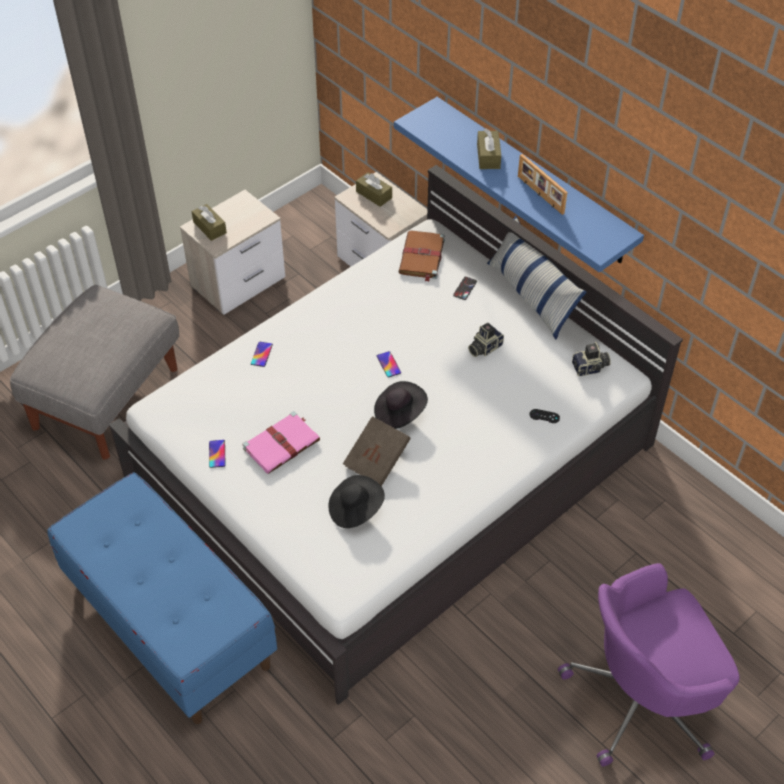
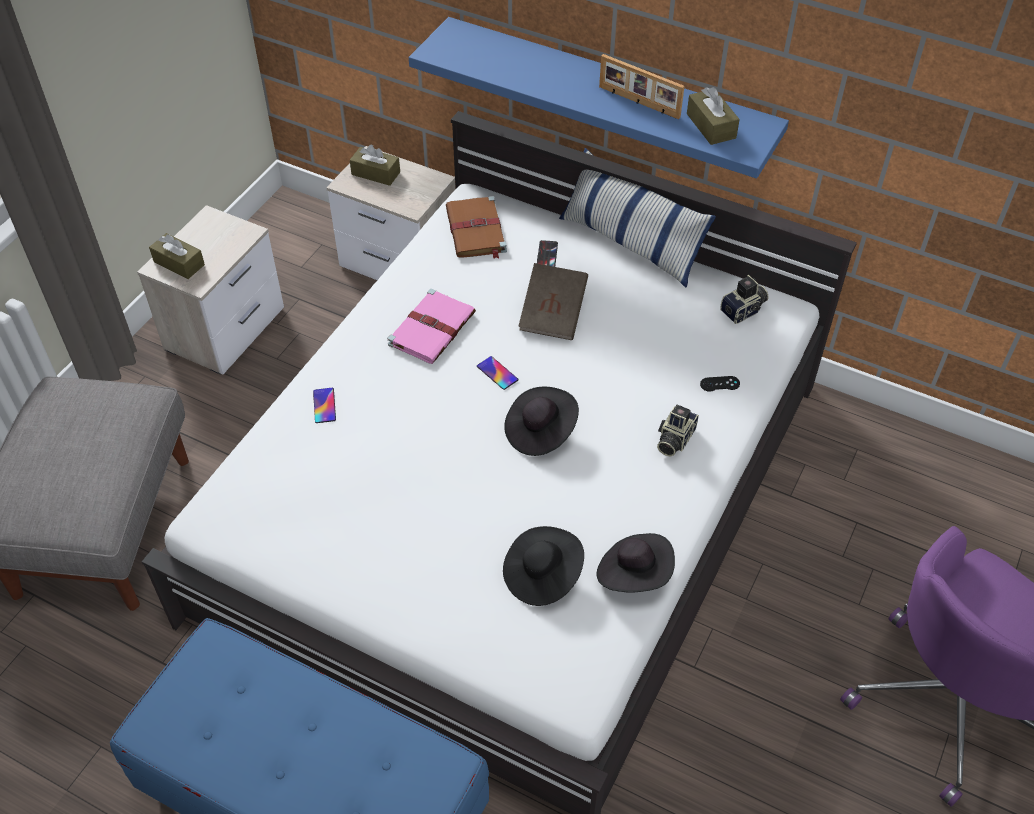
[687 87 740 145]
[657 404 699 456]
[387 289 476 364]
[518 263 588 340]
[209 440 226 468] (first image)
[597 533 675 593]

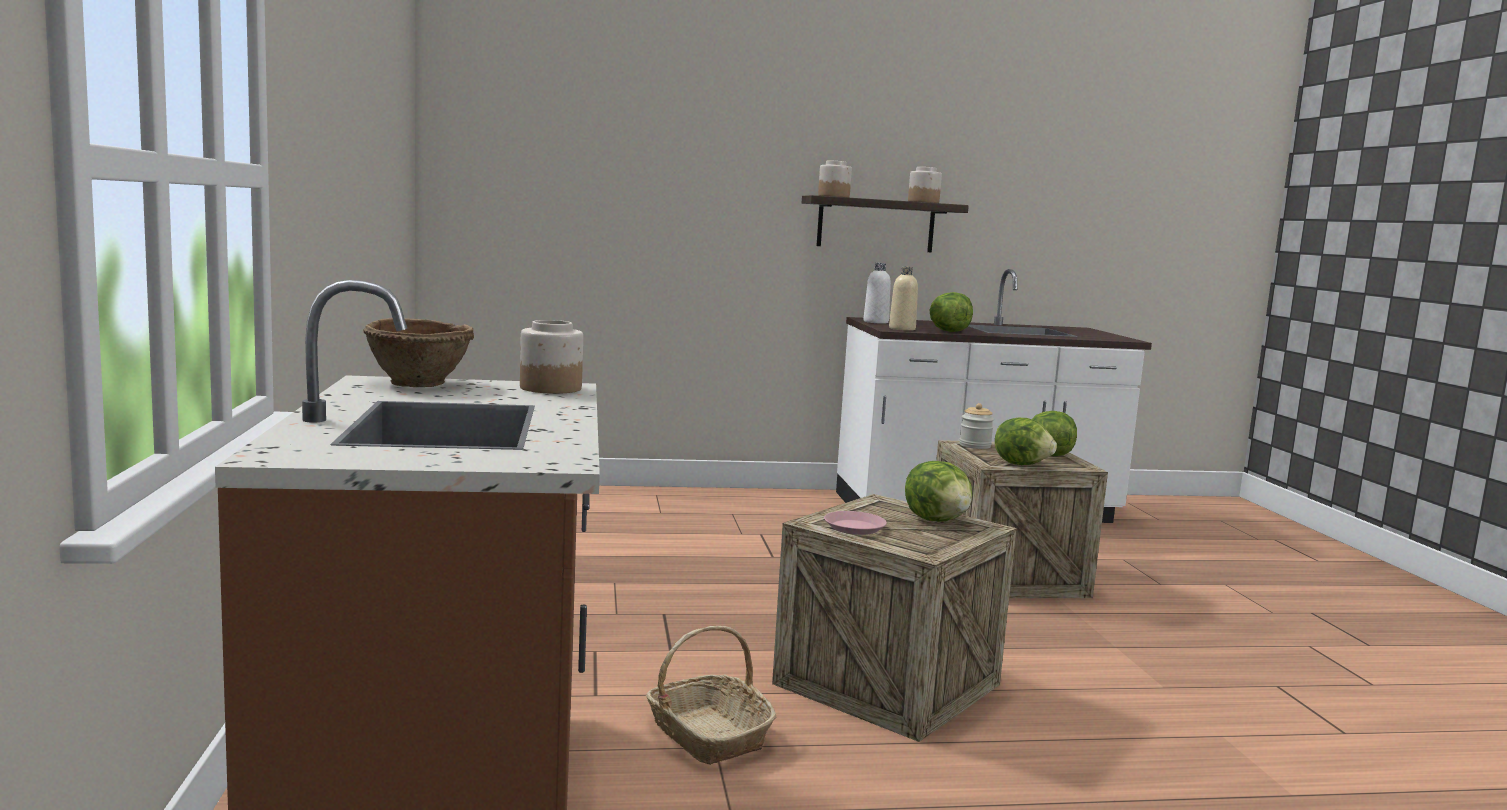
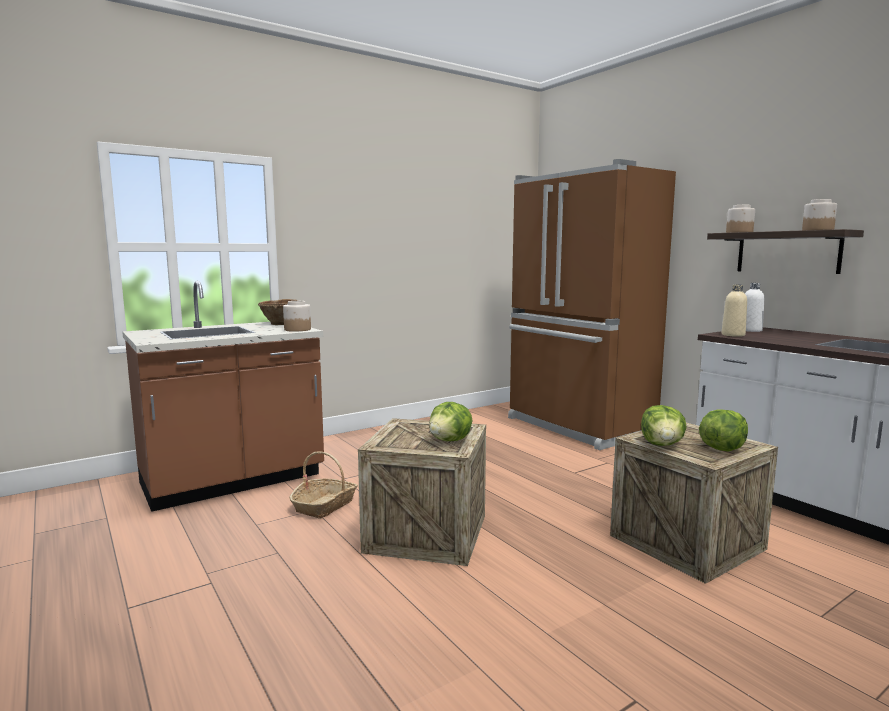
[929 292 973 332] (first image)
[959 403 994 449] (first image)
[824 511 887 535] (first image)
[508 159 676 450]

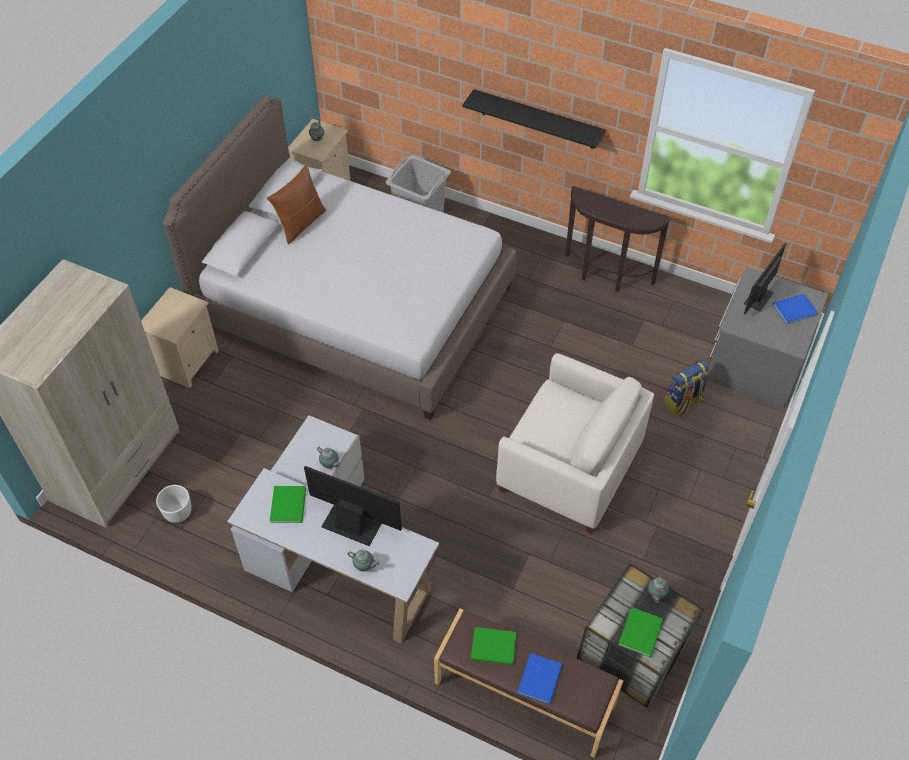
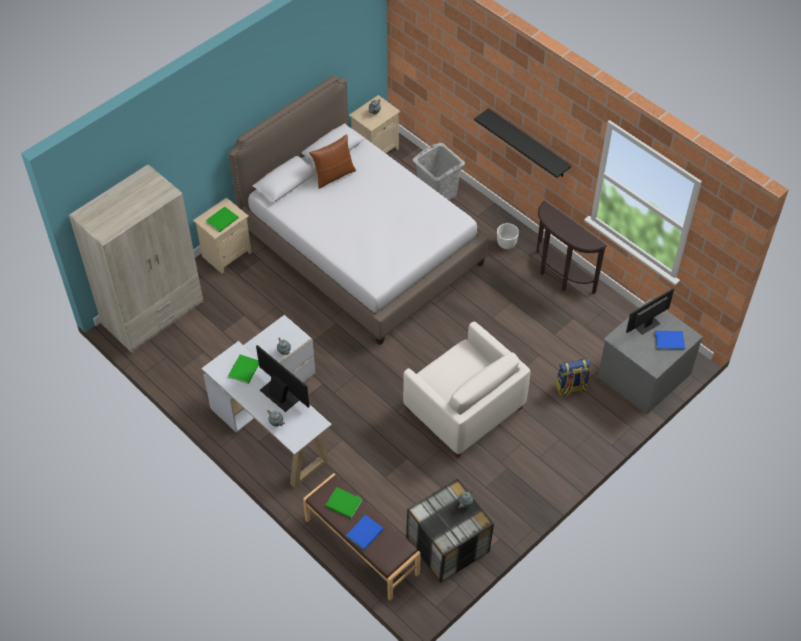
[497 223 519 249]
[206 206 239 232]

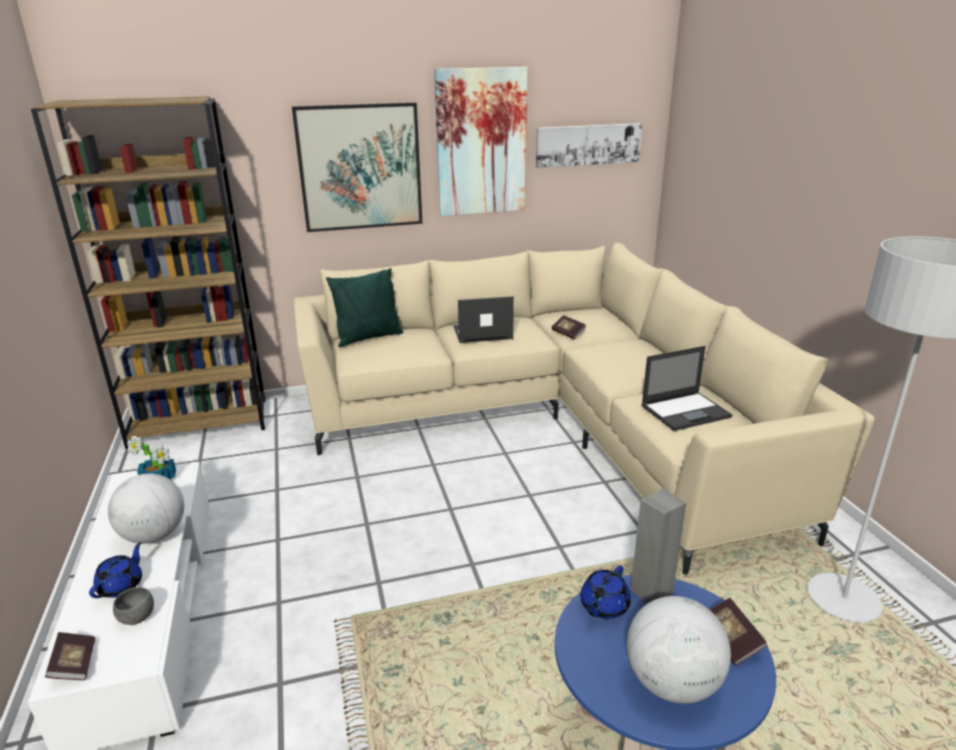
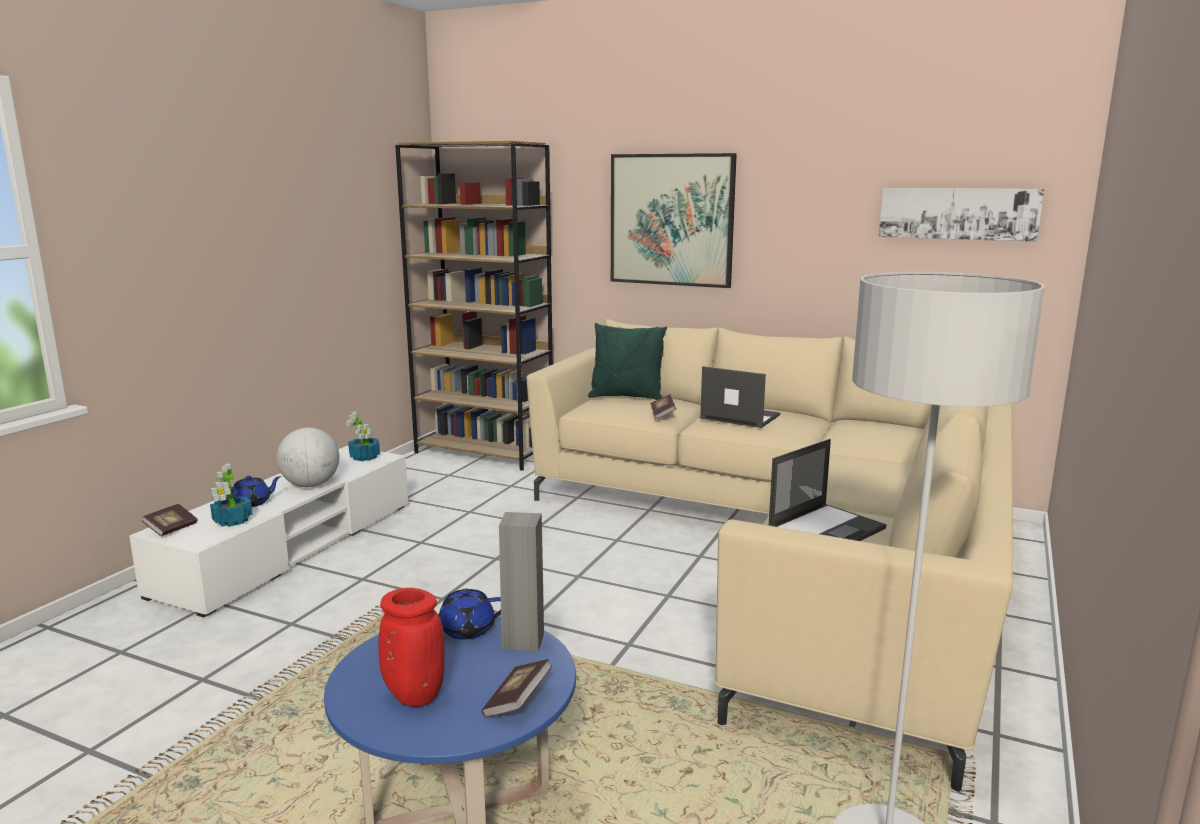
[434 67 528 216] (first image)
[651 394 676 419]
[769 439 887 541]
[210 463 253 527]
[379 588 445 707]

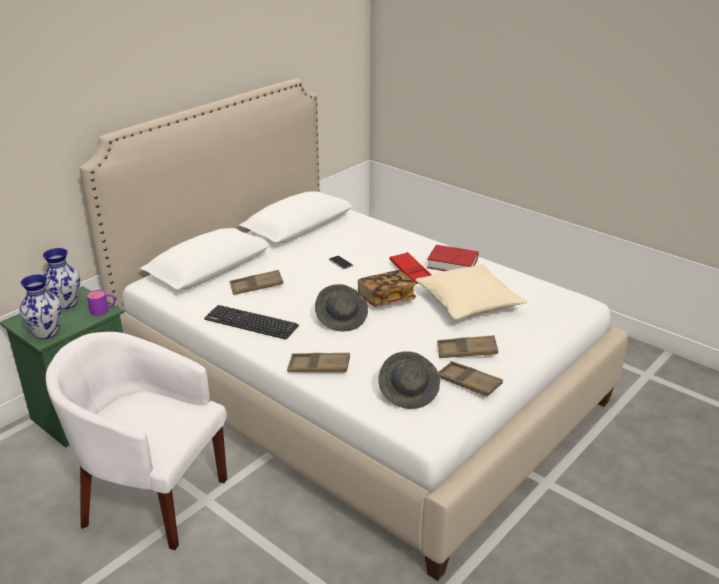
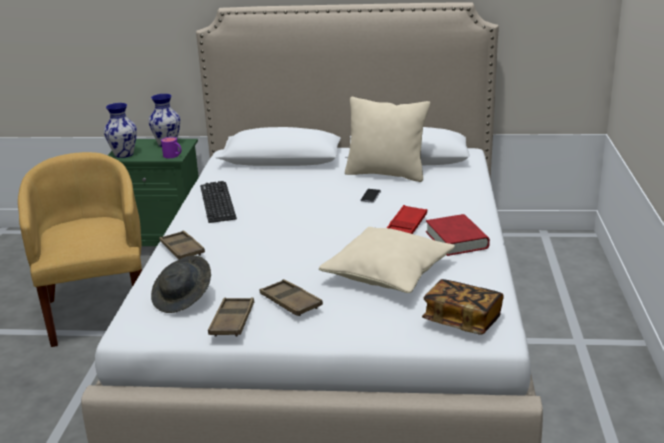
[230 270 283 295] (first image)
[422 279 504 335]
[315 284 368 332] (first image)
[18 152 142 347]
[345 97 430 182]

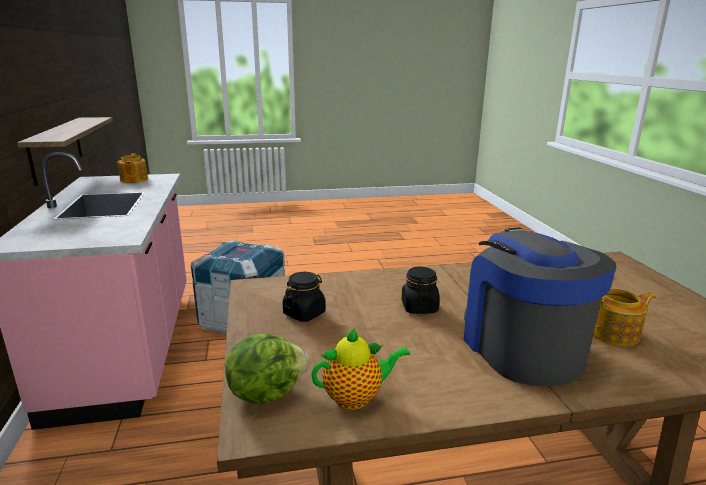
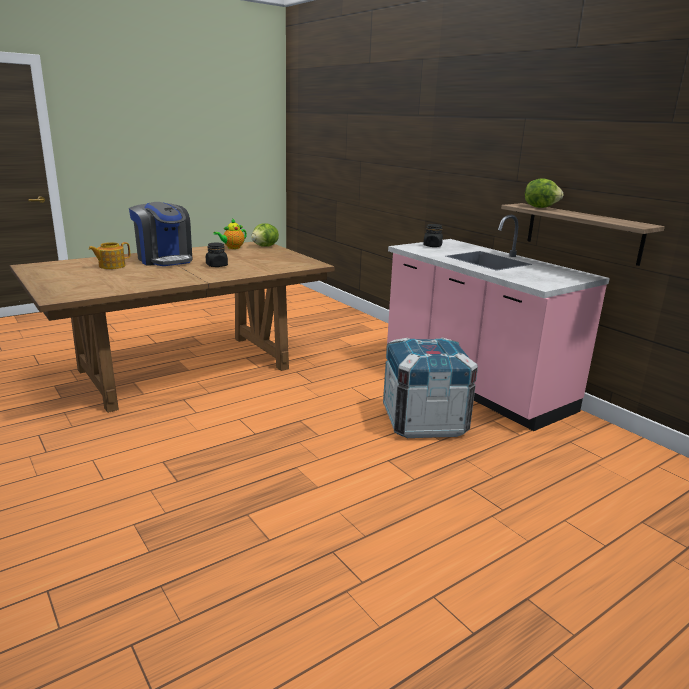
[117 153 148 183] (first image)
[423 224 443 247]
[525 178 563 208]

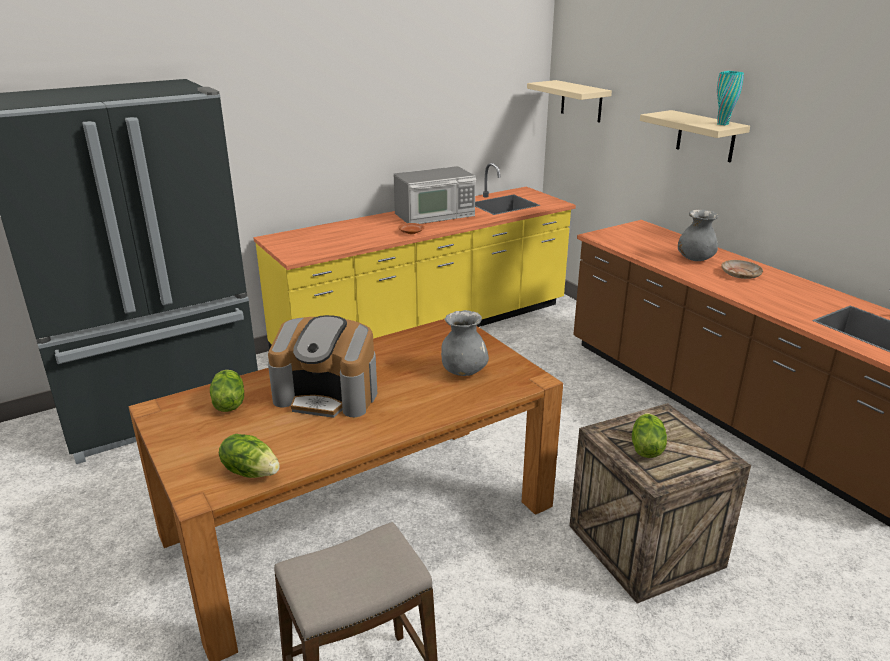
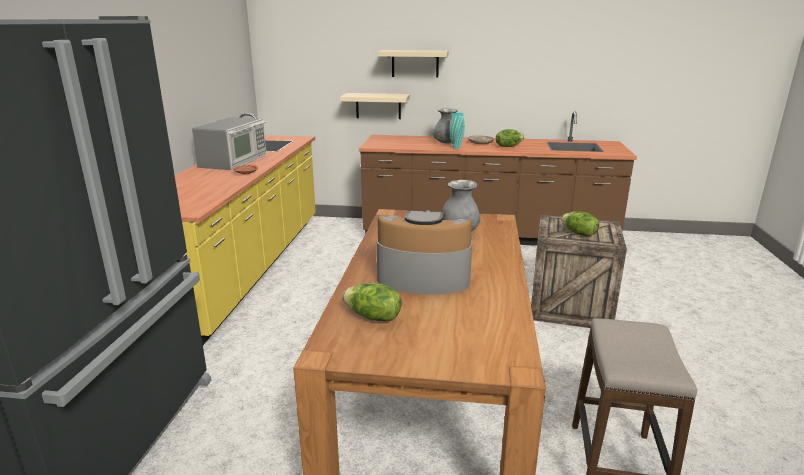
[449 113 465 149]
[340 93 410 119]
[377 210 473 294]
[496 129 524 147]

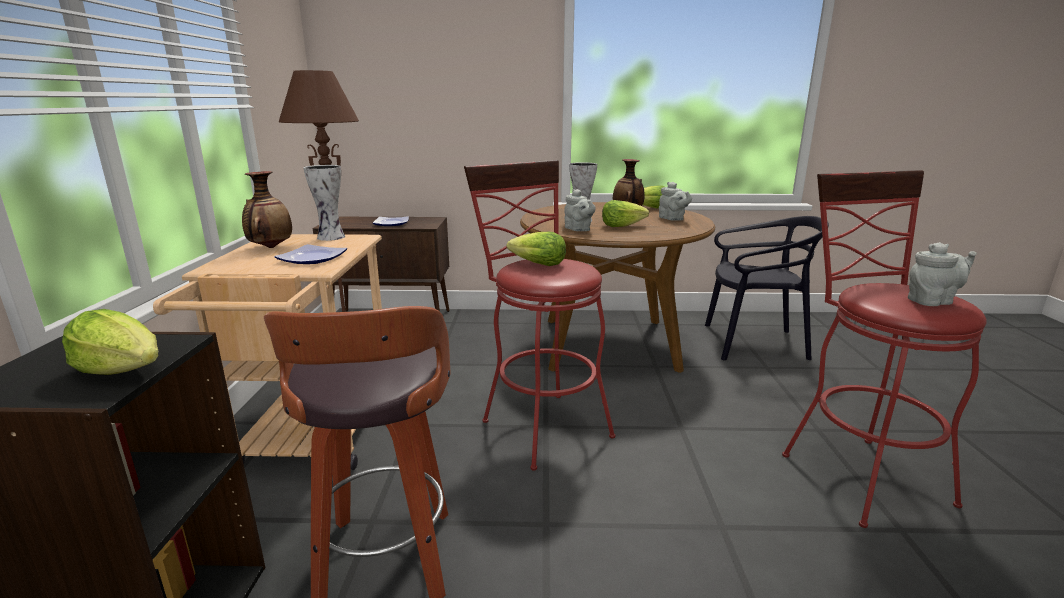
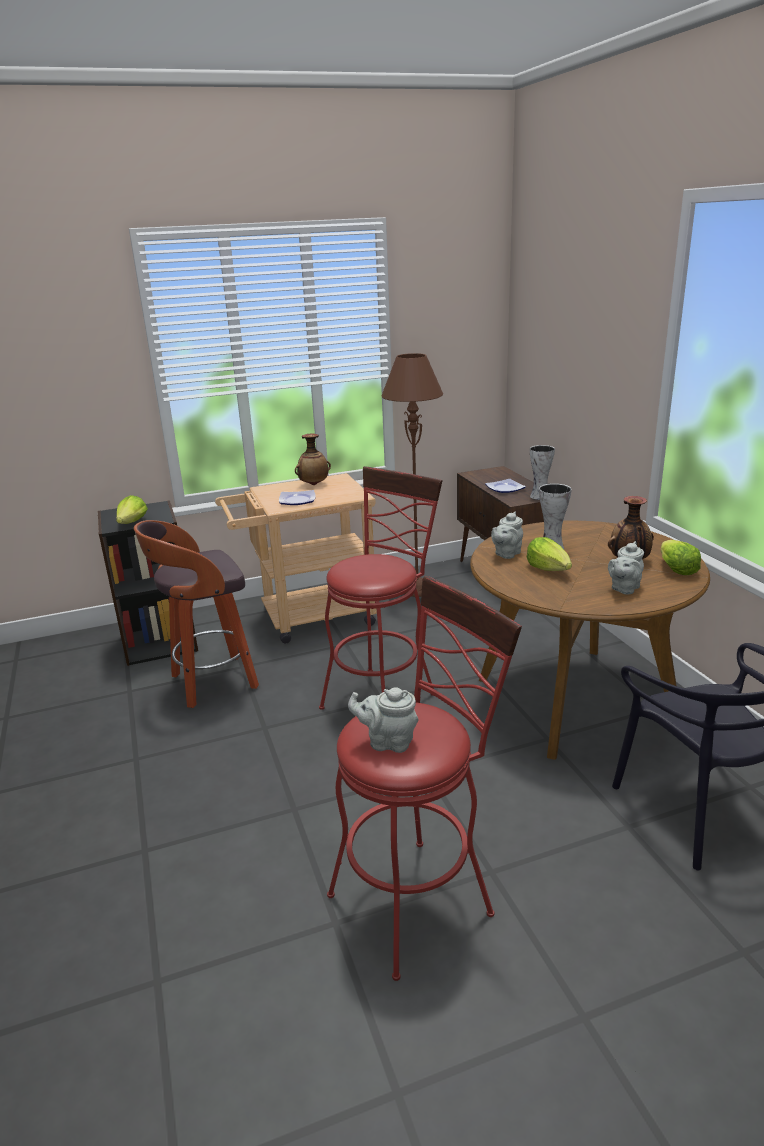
[530 445 555 500]
[507 232 566 266] (first image)
[348 687 418 753]

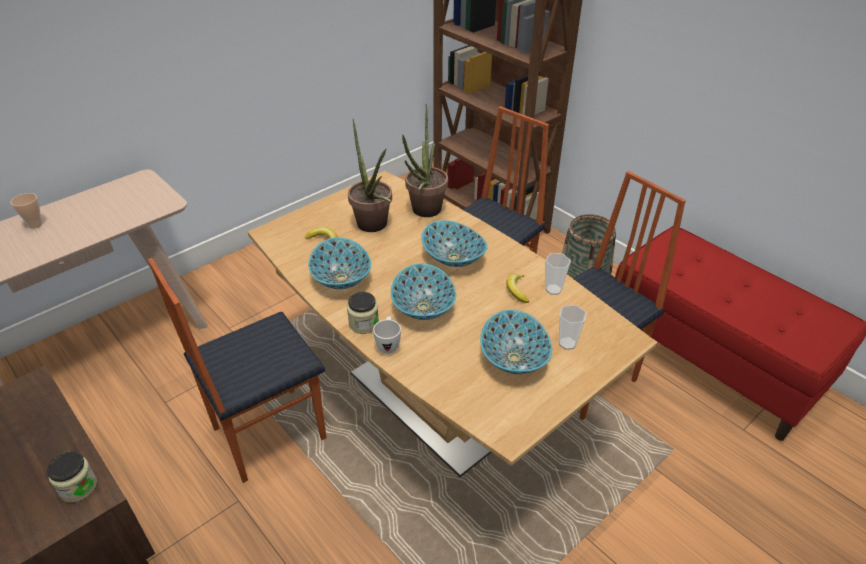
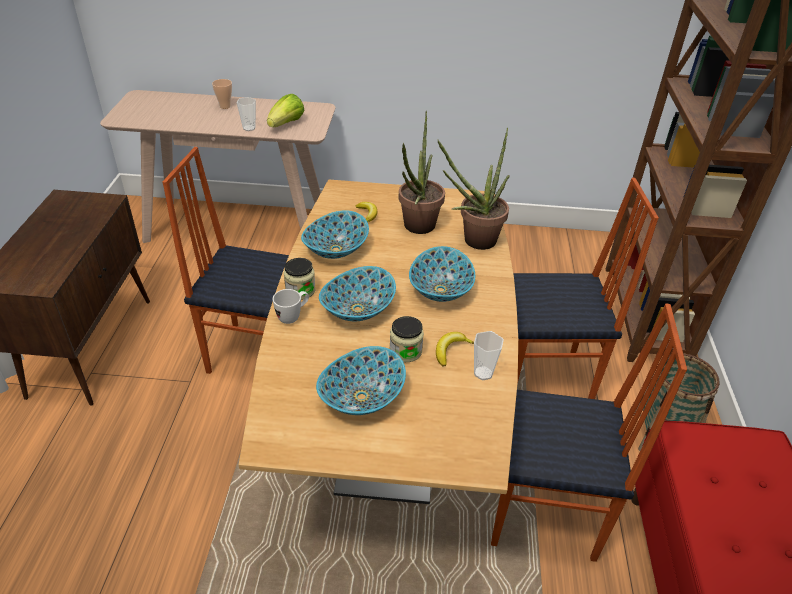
[236 97 256 131]
[389 316 424 362]
[267 94 304 127]

